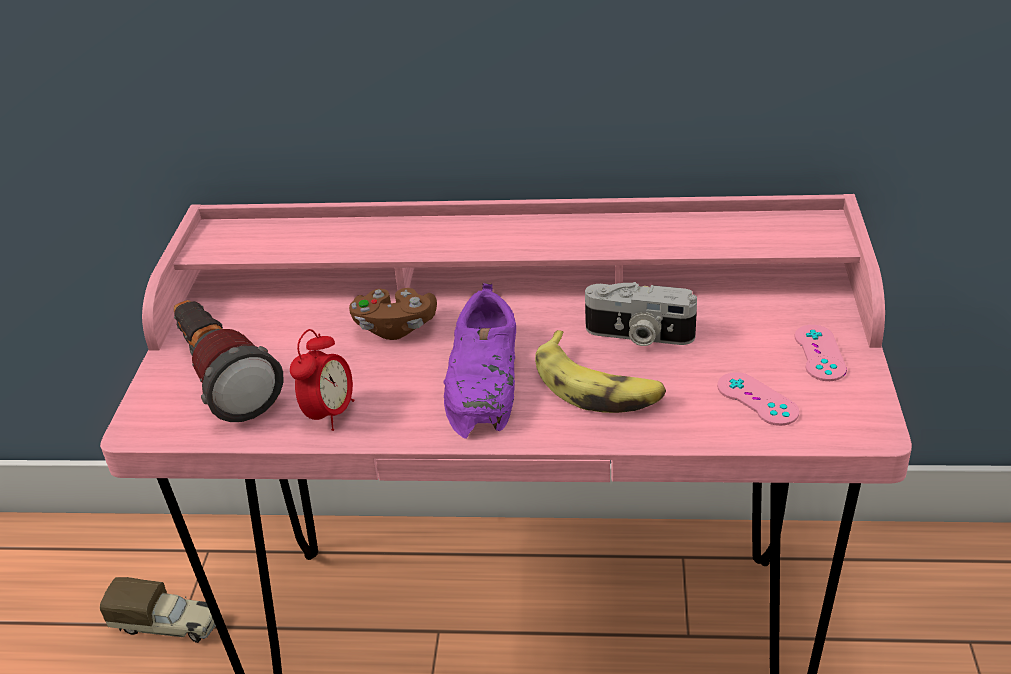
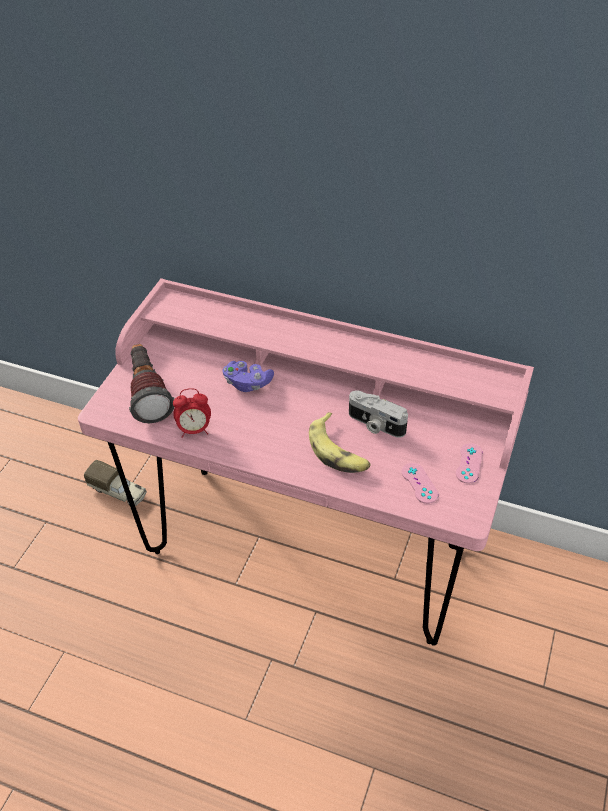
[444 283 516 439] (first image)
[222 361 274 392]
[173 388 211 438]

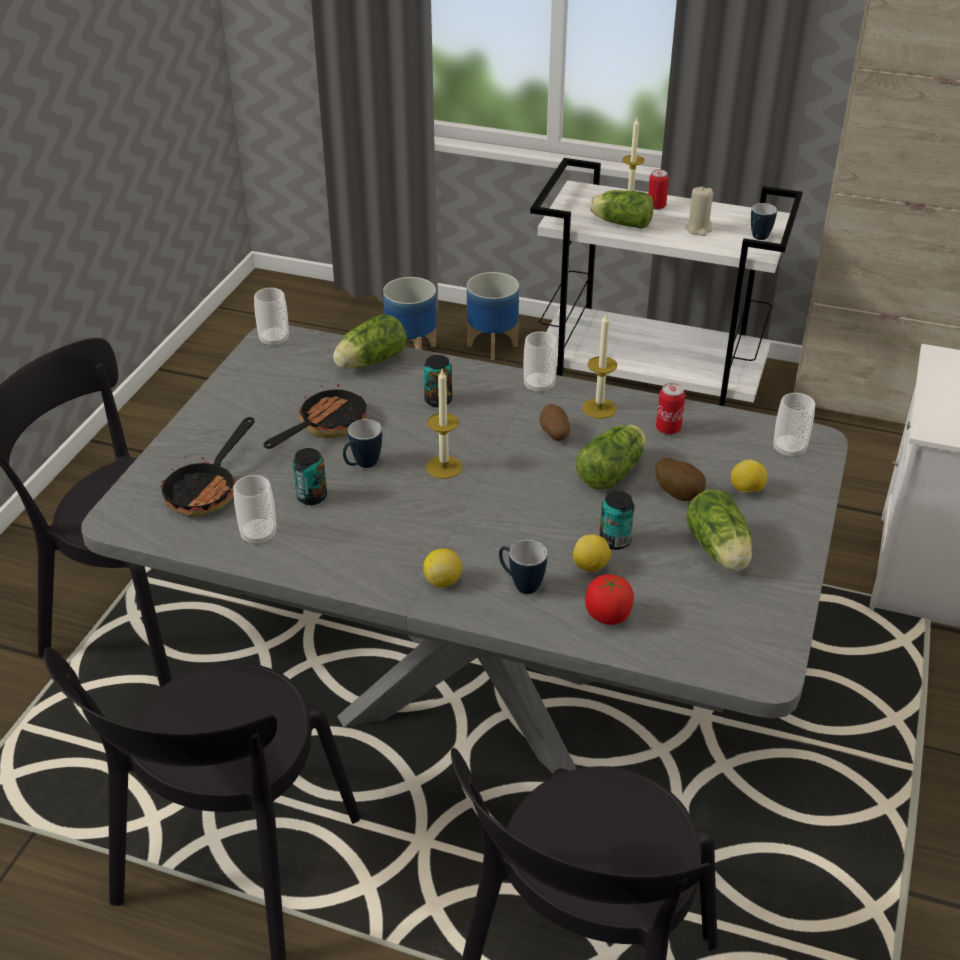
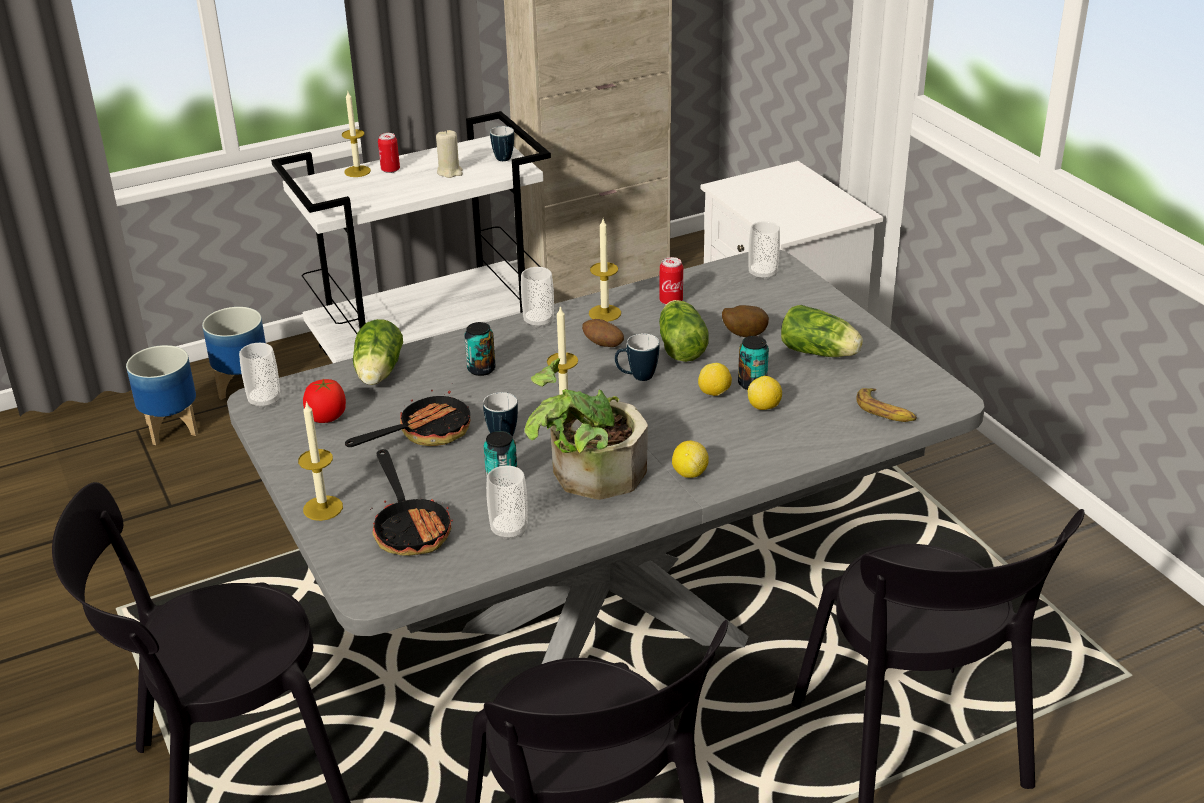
[590 190 654 229] (first image)
[345 390 470 447]
[698 363 732 396]
[615 334 659 381]
[303 378 346 423]
[525 358 648 500]
[856 388 917 422]
[298 401 343 521]

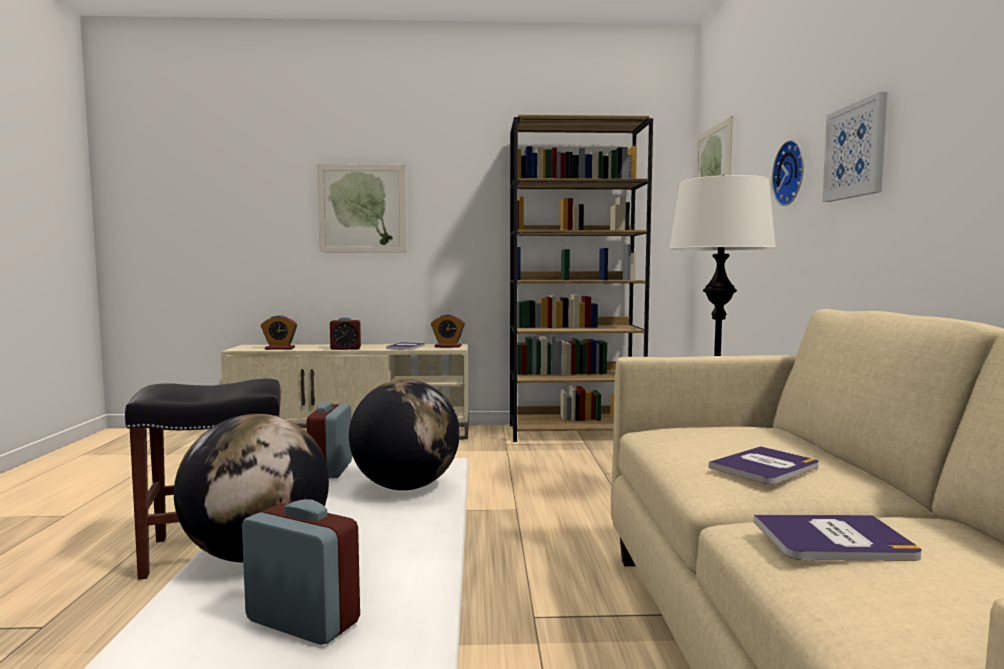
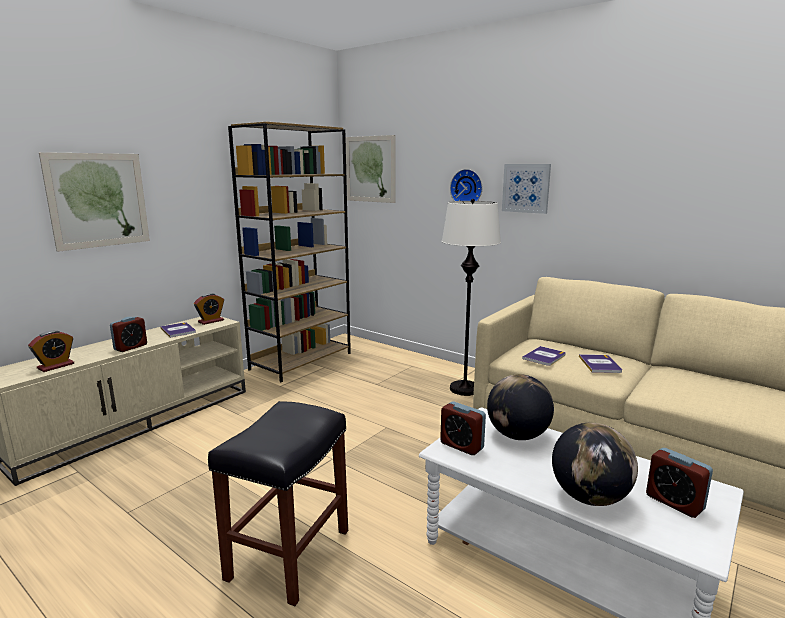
[646 448 713 518]
[522 346 565 366]

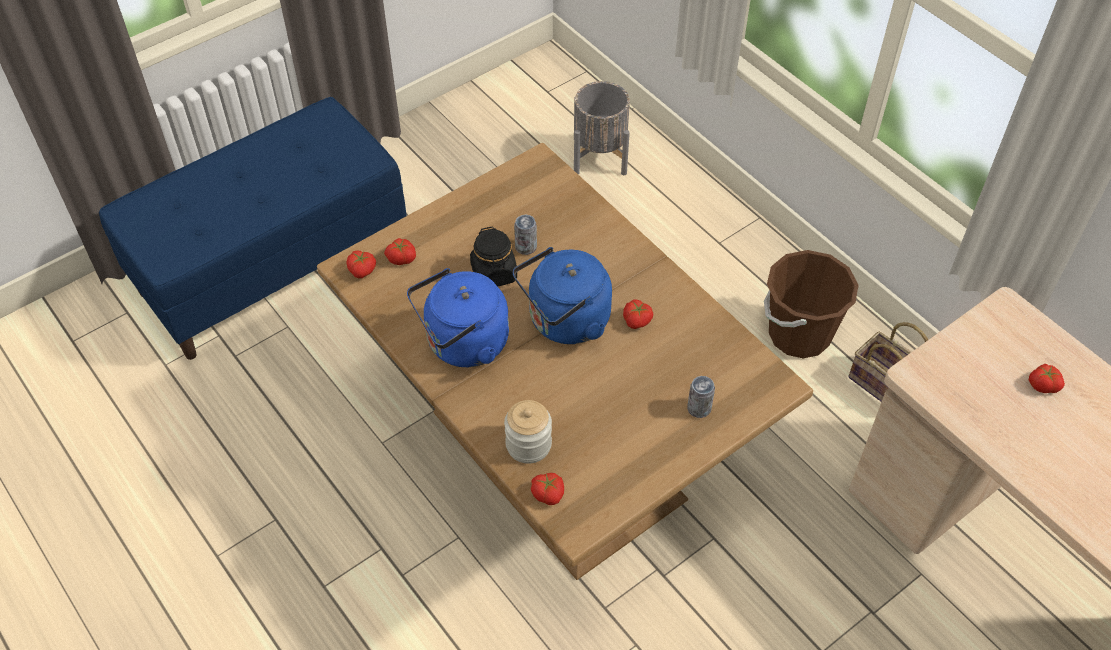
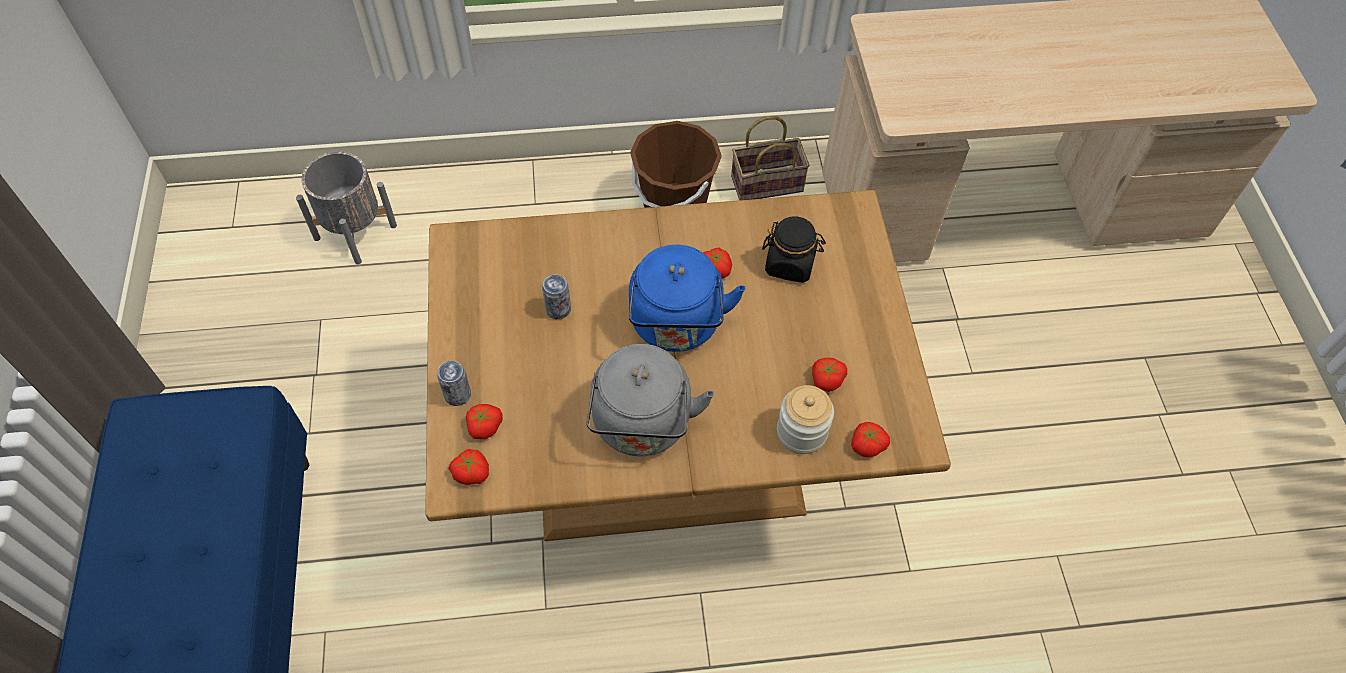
[762 216 826 283]
[586 344 714 456]
[812 358 847 392]
[437 361 471 406]

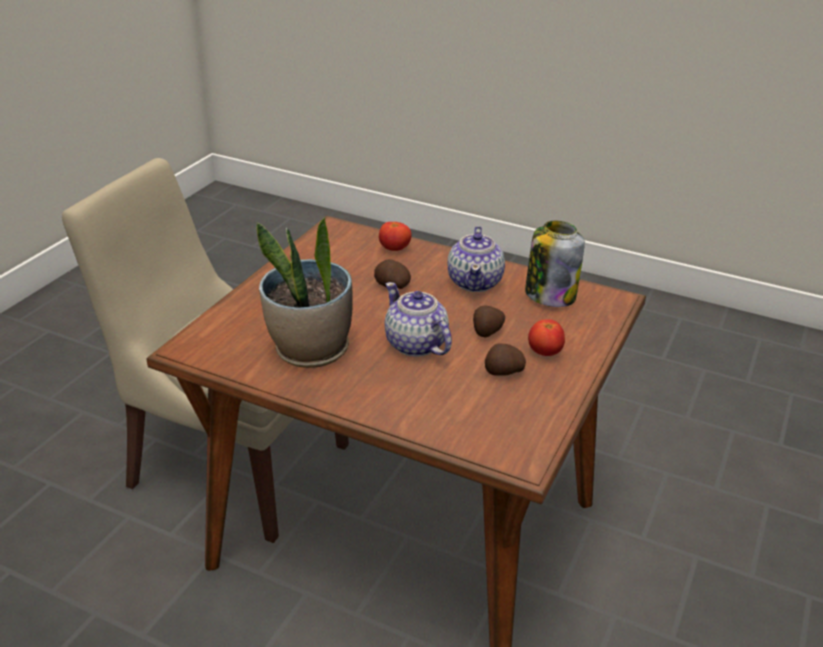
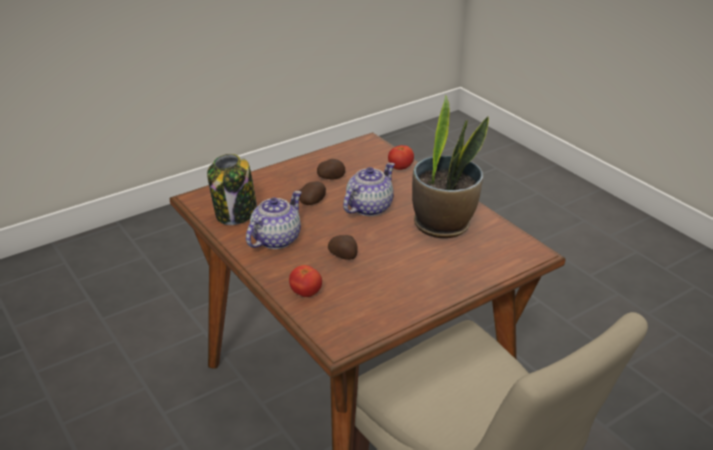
[343 163 395 216]
[388 145 414 170]

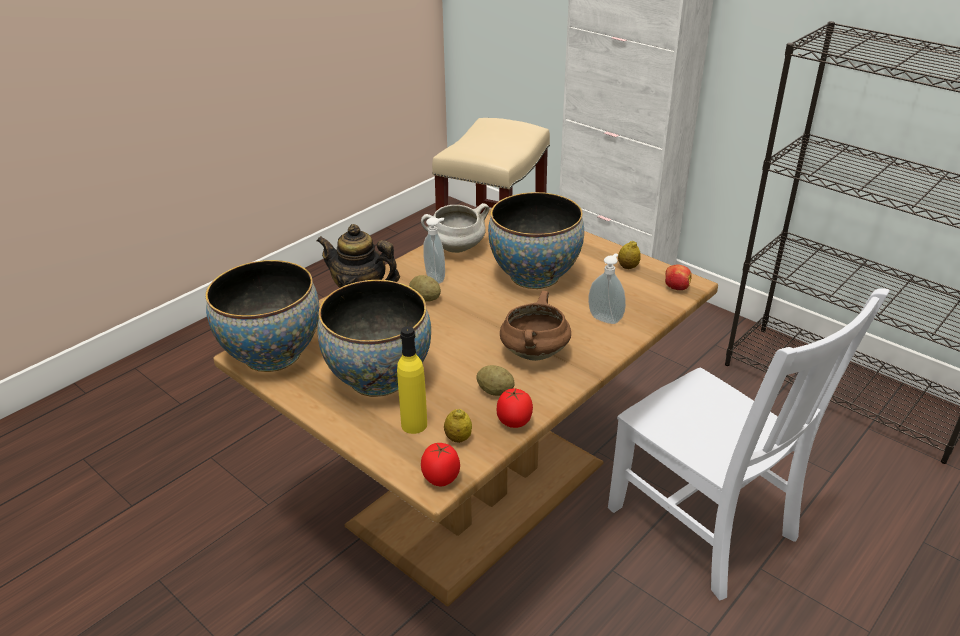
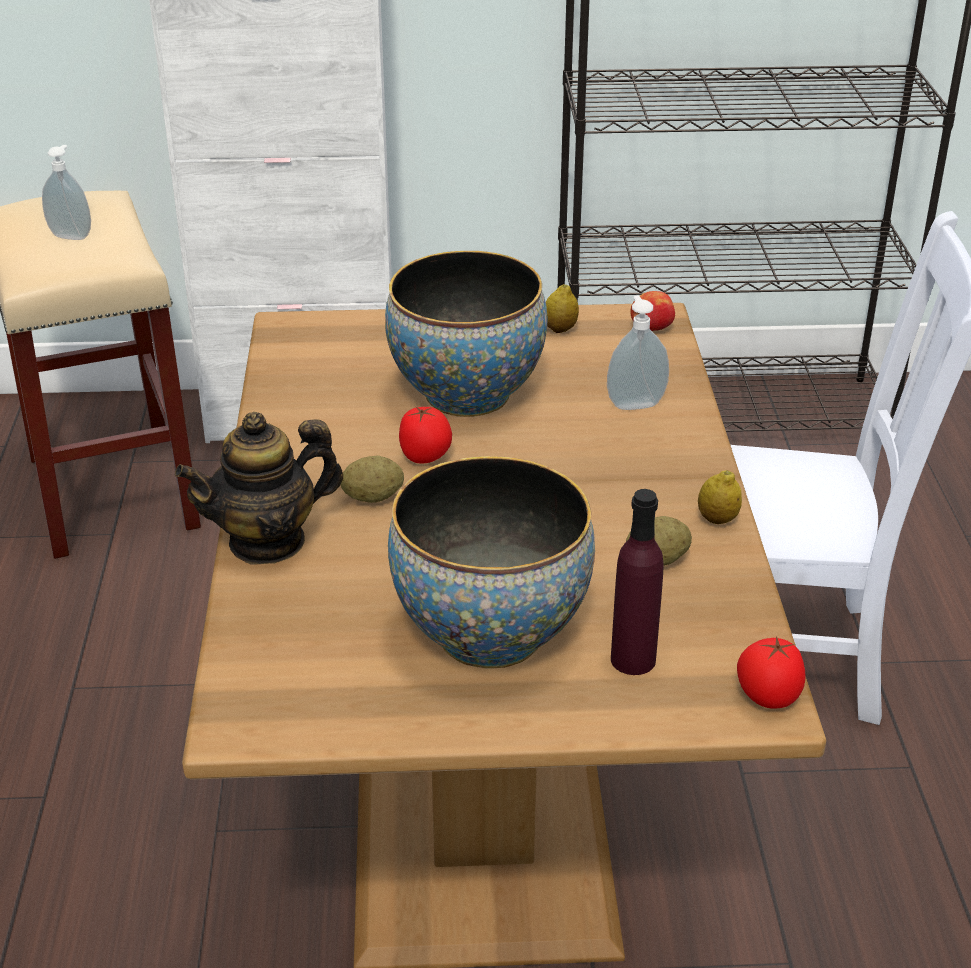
[421 203 489 253] (first image)
[42 145 91 240]
[205 260 319 372] (first image)
[500 291 571 361] (first image)
[611 489 664 675]
[399 406 452 463]
[698 470 742 524]

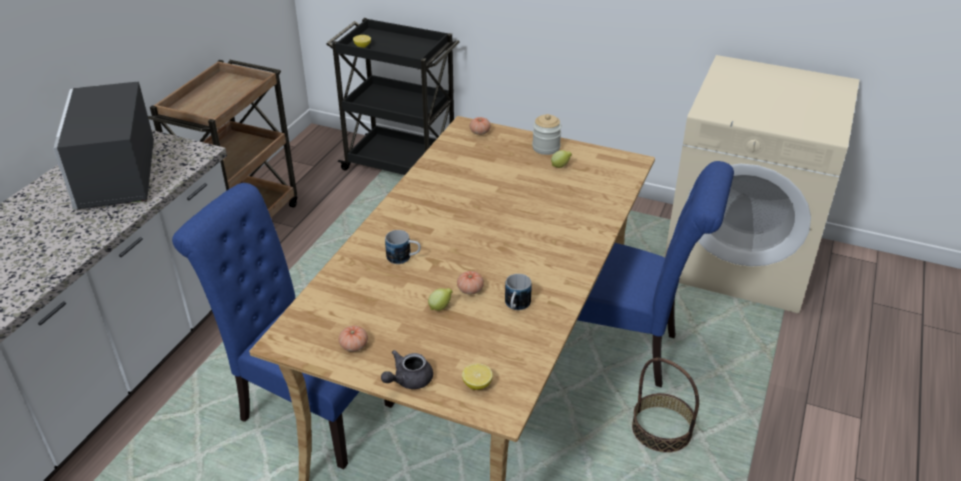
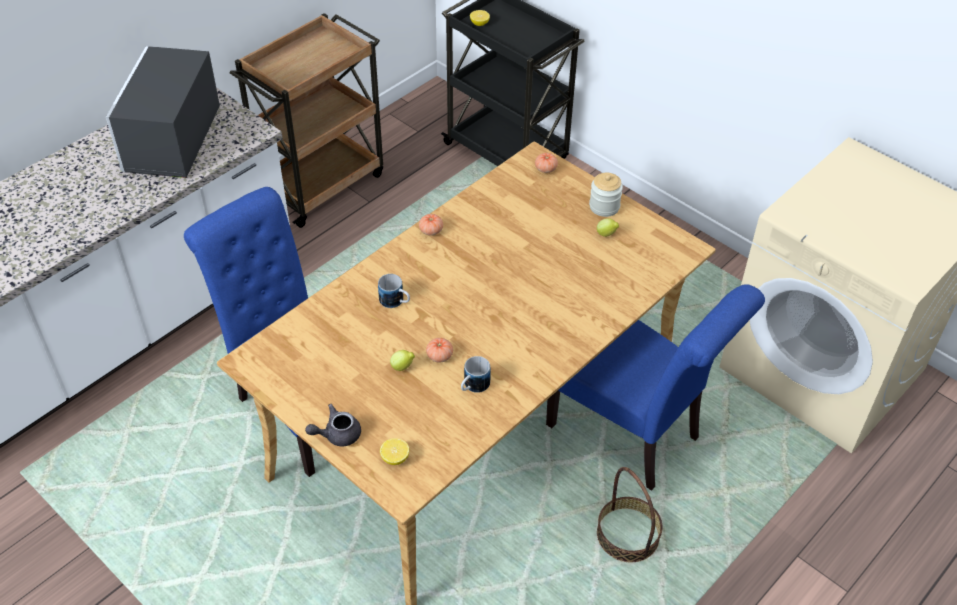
[419 214 443 236]

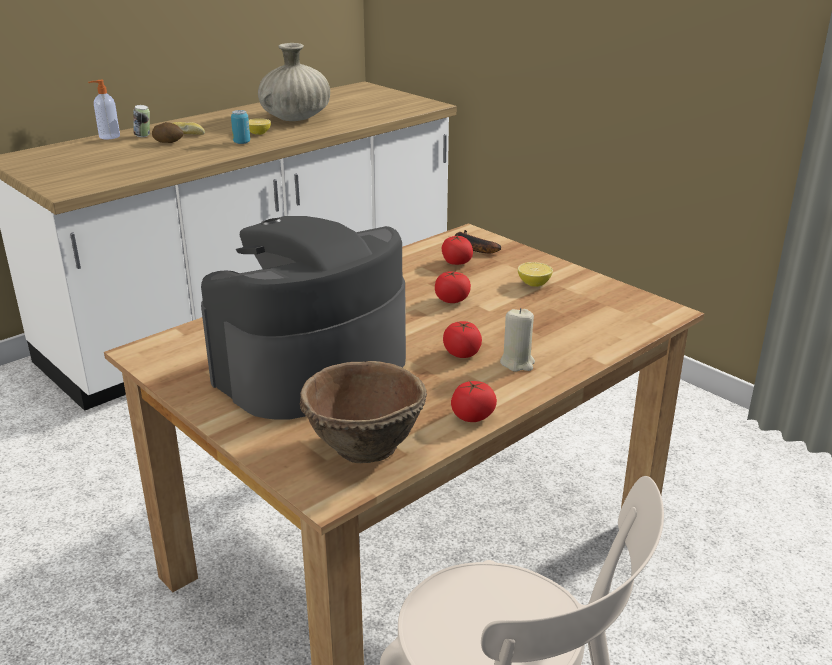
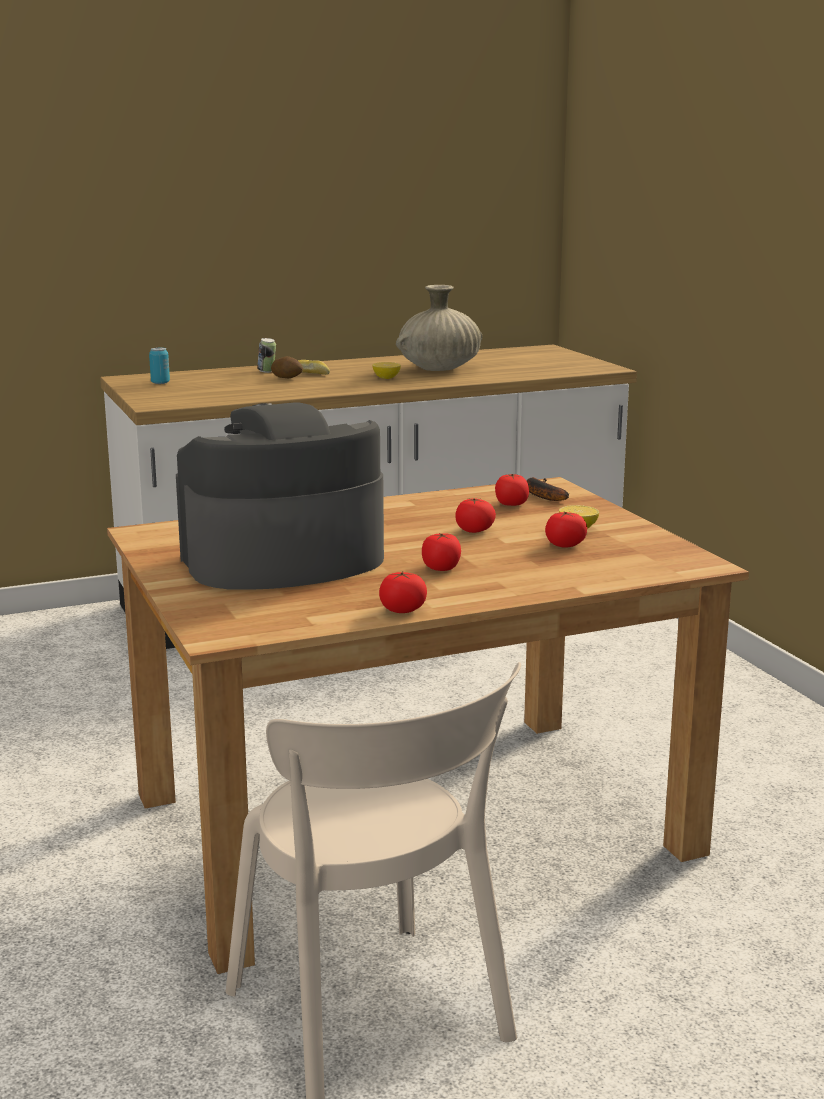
[88 80 120 139] (first image)
[149 347 170 384]
[500 308 535 372] (first image)
[300 361 427 463] (first image)
[545 511 587 548]

